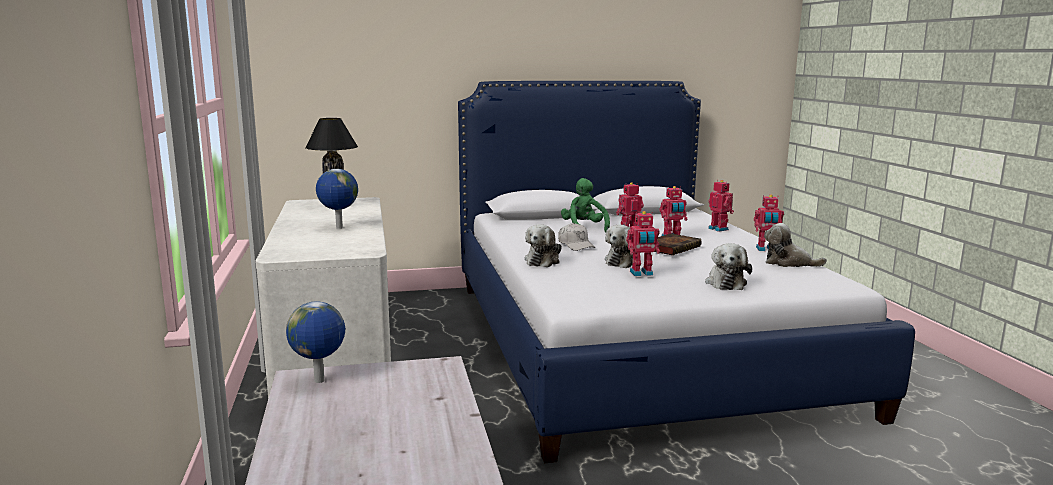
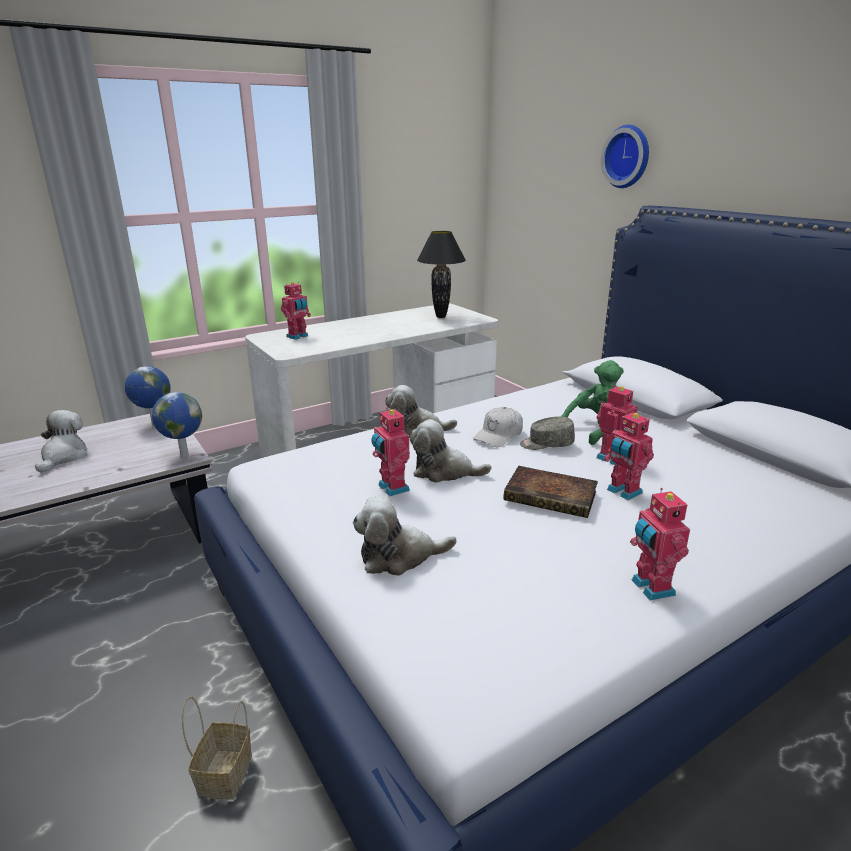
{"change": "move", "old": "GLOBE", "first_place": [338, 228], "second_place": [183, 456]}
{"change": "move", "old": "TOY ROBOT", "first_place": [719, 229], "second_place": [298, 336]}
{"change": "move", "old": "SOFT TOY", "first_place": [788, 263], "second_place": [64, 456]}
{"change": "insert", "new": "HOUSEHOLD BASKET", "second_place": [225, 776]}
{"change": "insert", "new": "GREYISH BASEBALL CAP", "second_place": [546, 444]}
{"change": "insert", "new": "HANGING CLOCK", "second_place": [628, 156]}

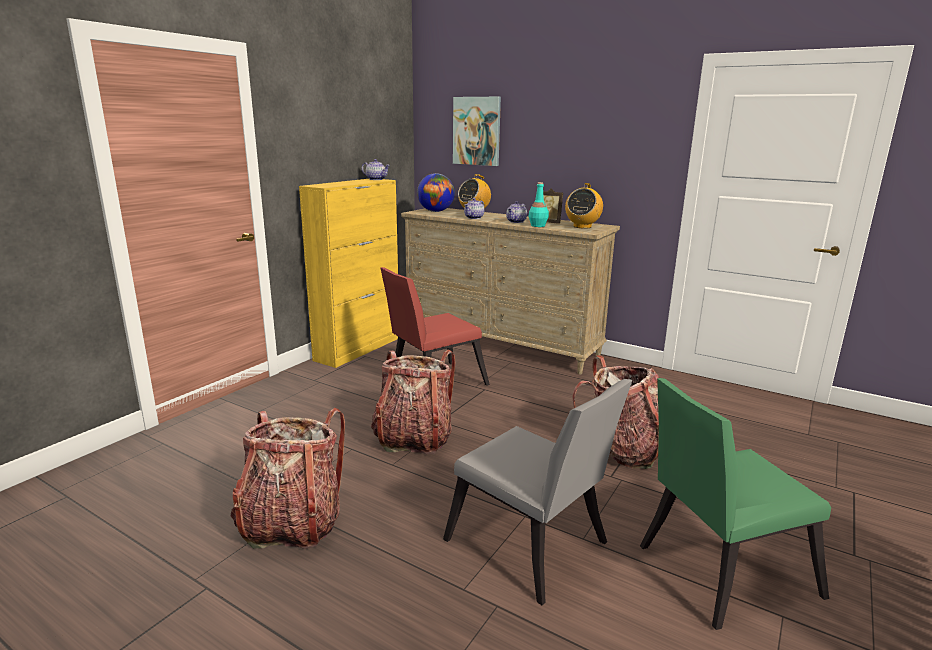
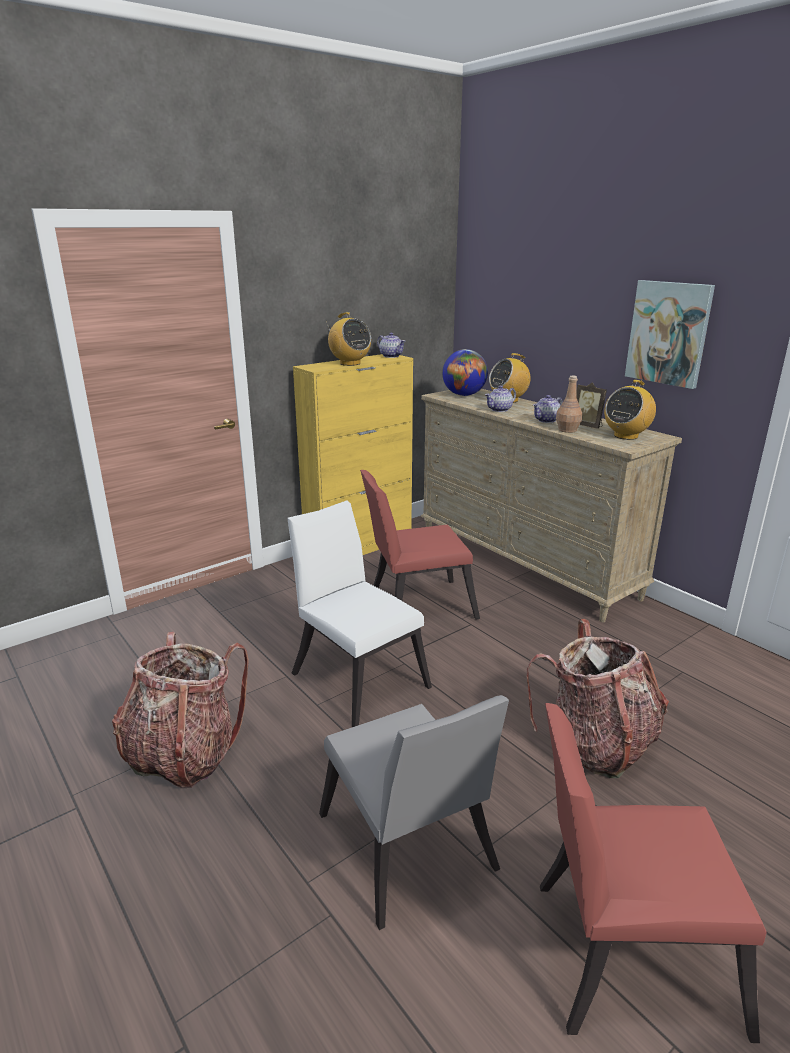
{"change": "replace", "old": "BACKPACK", "new": "WHITE CHAIR", "first_place": [413, 438], "second_place": [356, 676]}
{"change": "move", "old": "PICTURE", "first_place": [477, 131], "second_place": [668, 333]}
{"change": "recolor", "old": "TURQUOISE BEVERAGE BOTTLE", "new": "BROWN-COLOURED BEVERAGE BOTTLE", "first_place": [538, 226], "second_place": [567, 430]}
{"change": "recolor", "old": "GREENISH CHAIR", "new": "RED-COLOURED CHAIR", "first_place": [717, 571], "second_place": [621, 952]}
{"change": "insert", "new": "RADIO RECEIVER", "second_place": [349, 363]}

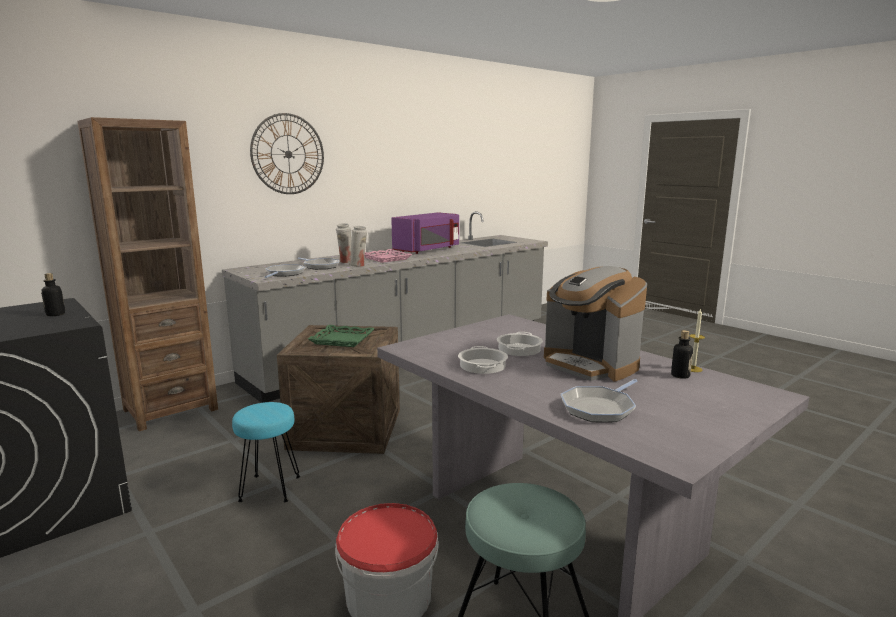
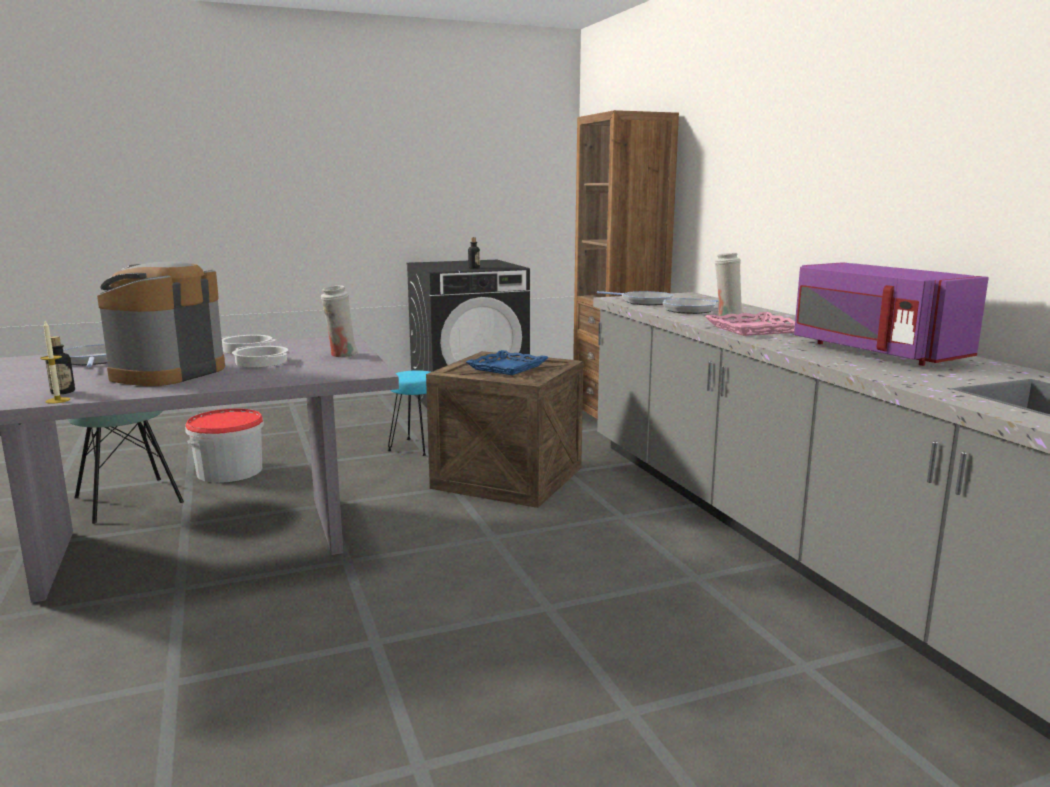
{"change": "delete", "old": "HANGING CLOCK", "first_place": [288, 154]}
{"change": "recolor", "old": "GREENISH SERVING TRAY", "new": "BLUE SERVING TRAY", "first_place": [342, 340], "second_place": [507, 367]}
{"change": "move", "old": "WHITE VASE", "first_place": [358, 265], "second_place": [341, 355]}
{"change": "rotate", "old": "COFFEE BREWER", "first_place": [590, 365], "second_place": [167, 373], "degrees": -45}

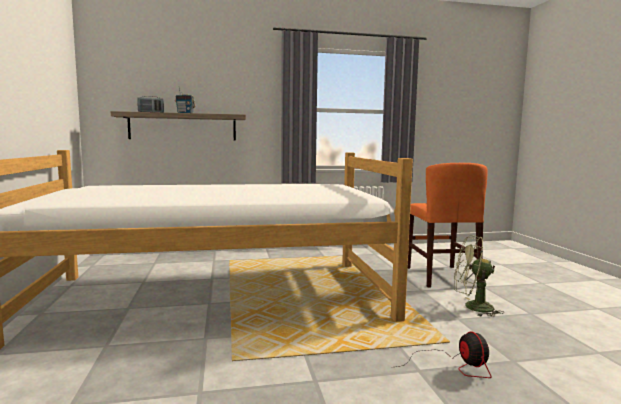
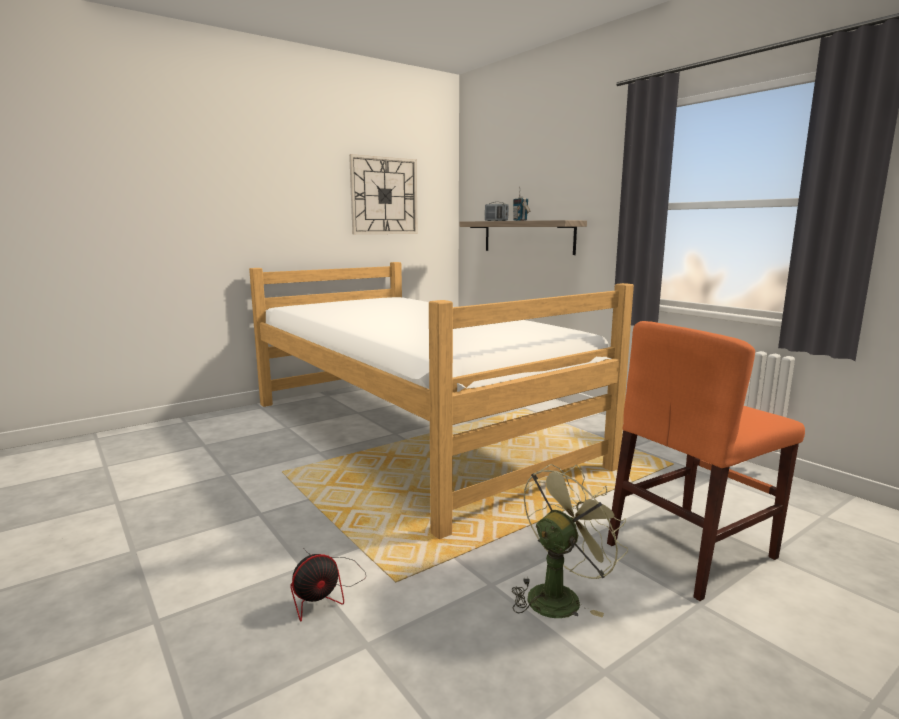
{"change": "rotate", "old": "GREENISH FAN", "first_place": [472, 307], "second_place": [559, 595], "degrees": 60}
{"change": "insert", "new": "HANGING CLOCK", "second_place": [384, 196]}

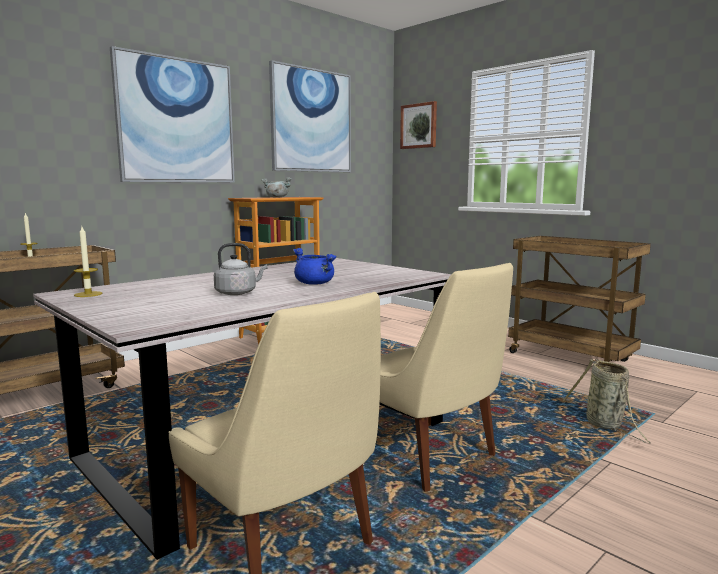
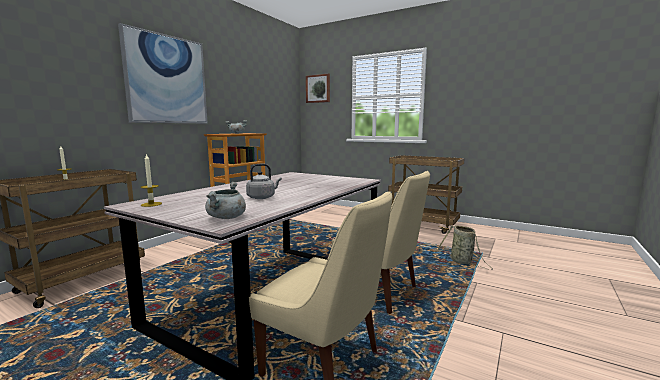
{"change": "delete", "old": "PICTURE", "first_place": [311, 121]}
{"change": "delete", "old": "BLUE SAUCEPOT", "first_place": [315, 284]}
{"change": "insert", "new": "GREYISH SAUCEPOT", "second_place": [226, 218]}

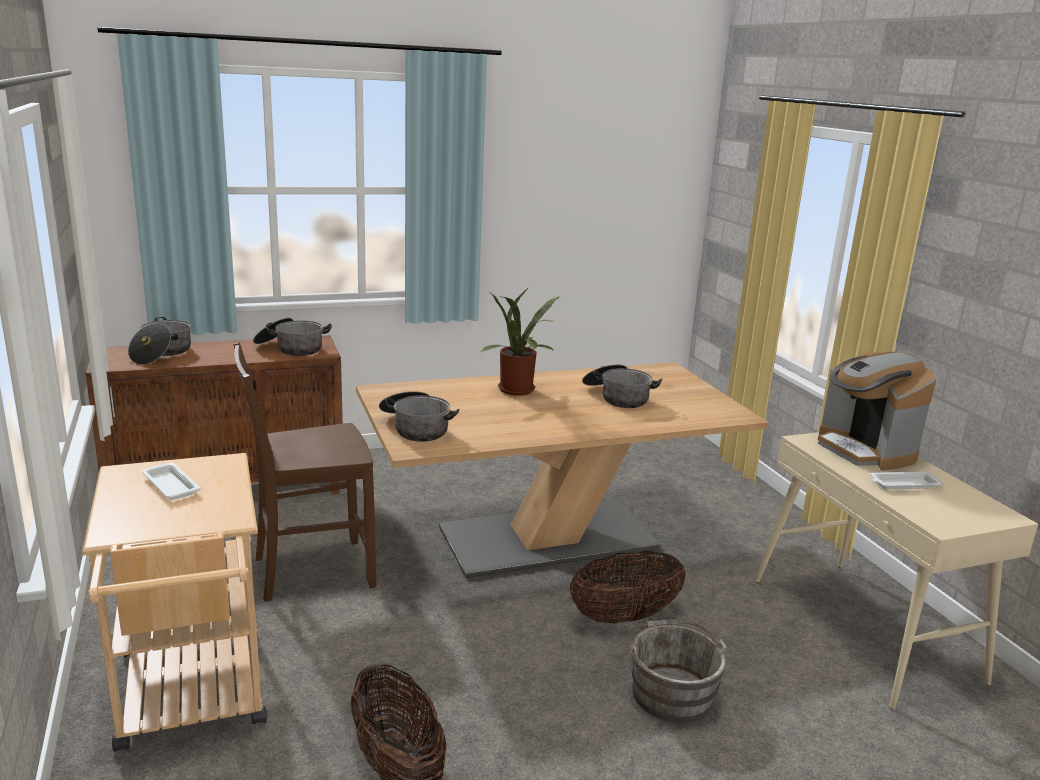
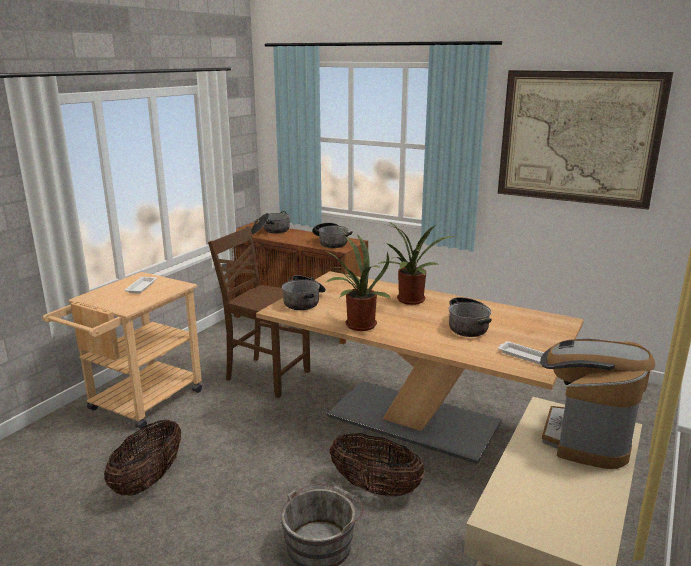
{"change": "move", "old": "WHITE SERVING TRAY", "first_place": [903, 484], "second_place": [523, 355]}
{"change": "insert", "new": "PLANT IN A POT", "second_place": [357, 326]}
{"change": "insert", "new": "PICTURE", "second_place": [577, 138]}

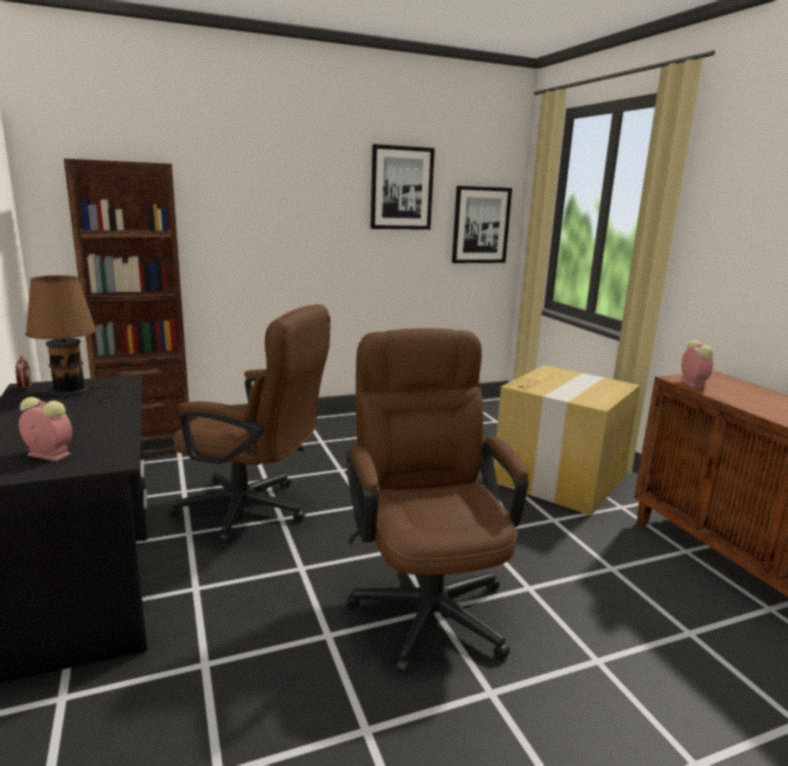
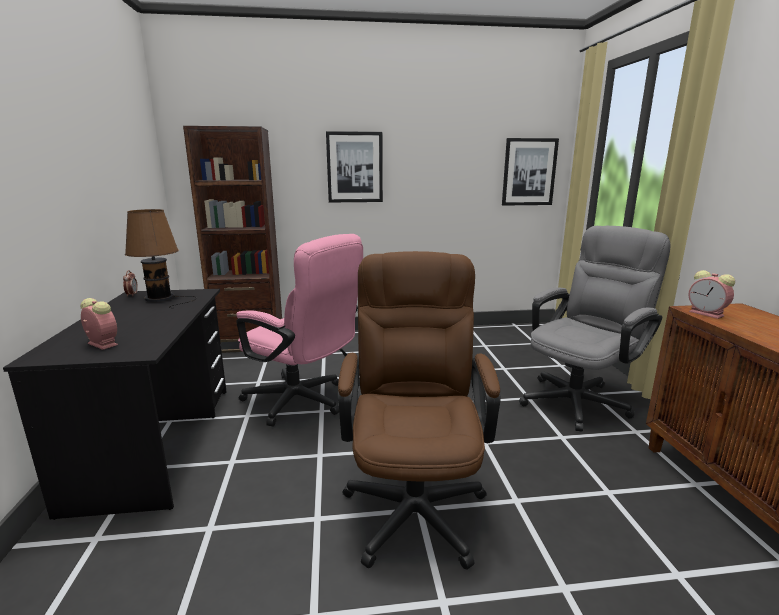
{"change": "recolor", "old": "BROWN-COLOURED OFFICE CHAIR", "new": "PINK OFFICE CHAIR", "first_place": [253, 511], "second_place": [303, 402]}
{"change": "move", "old": "PICTURE", "first_place": [401, 188], "second_place": [354, 167]}
{"change": "replace", "old": "CARDBOARD BOX", "new": "GREYISH OFFICE CHAIR", "first_place": [560, 479], "second_place": [580, 399]}
{"change": "rotate", "old": "TABLE CLOCK", "first_place": [691, 383], "second_place": [707, 314], "degrees": 135}

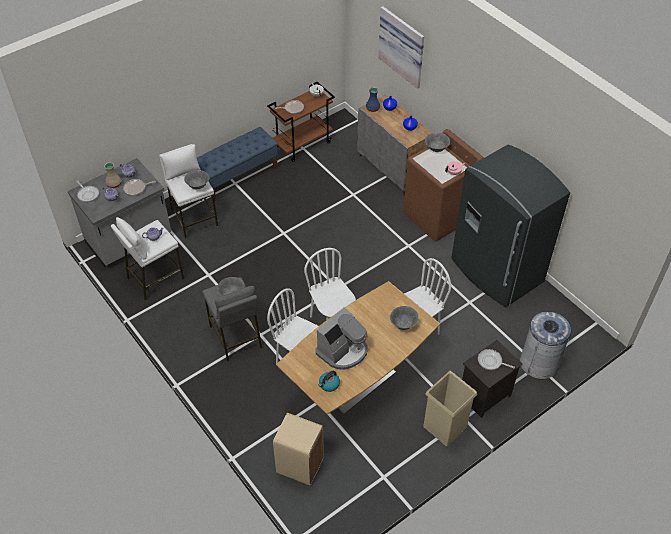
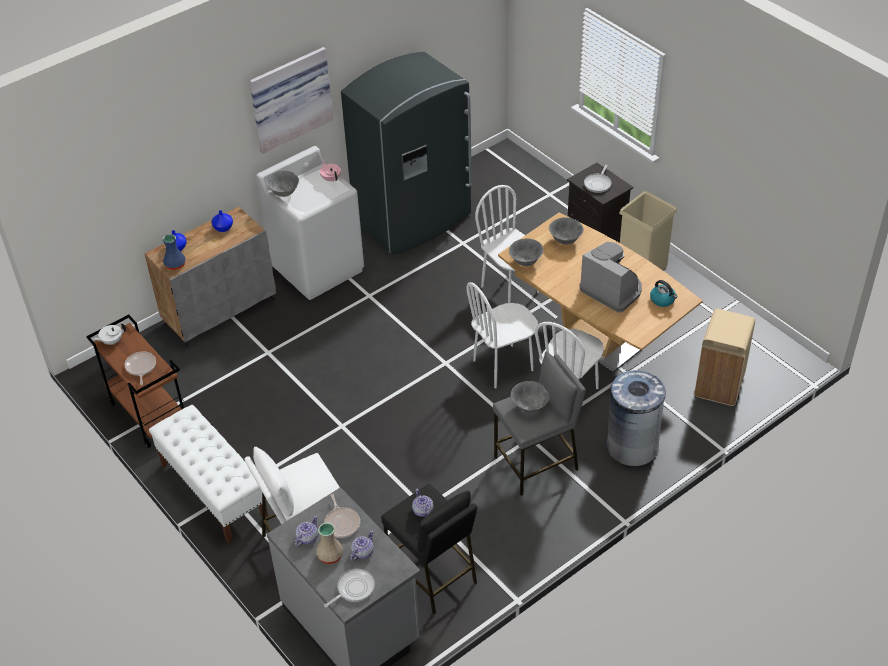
{"change": "recolor", "old": "WHITE SITTING STOOL", "new": "BLACK-COLOURED SITTING STOOL", "first_place": [155, 278], "second_place": [432, 576]}
{"change": "move", "old": "GREYISH DEEP DISH", "first_place": [197, 186], "second_place": [525, 262]}
{"change": "recolor", "old": "BLUE BENCH", "new": "WHITE BENCH", "first_place": [238, 176], "second_place": [213, 491]}
{"change": "move", "old": "PICTURE", "first_place": [403, 46], "second_place": [289, 98]}
{"change": "recolor", "old": "BROWN-COLOURED LAUNDRY MACHINE", "new": "WHITE LAUNDRY MACHINE", "first_place": [438, 216], "second_place": [317, 267]}
{"change": "move", "old": "GREYISH WASTE BIN", "first_place": [539, 363], "second_place": [632, 446]}

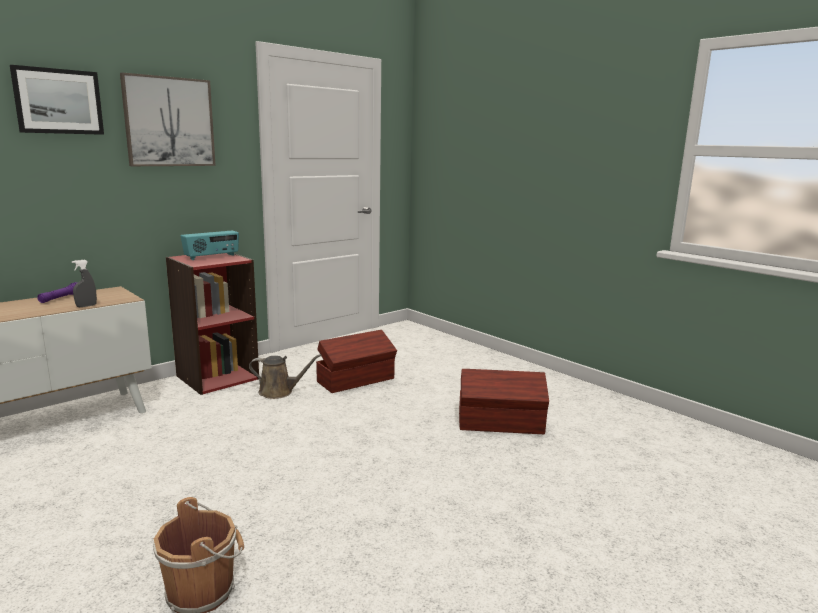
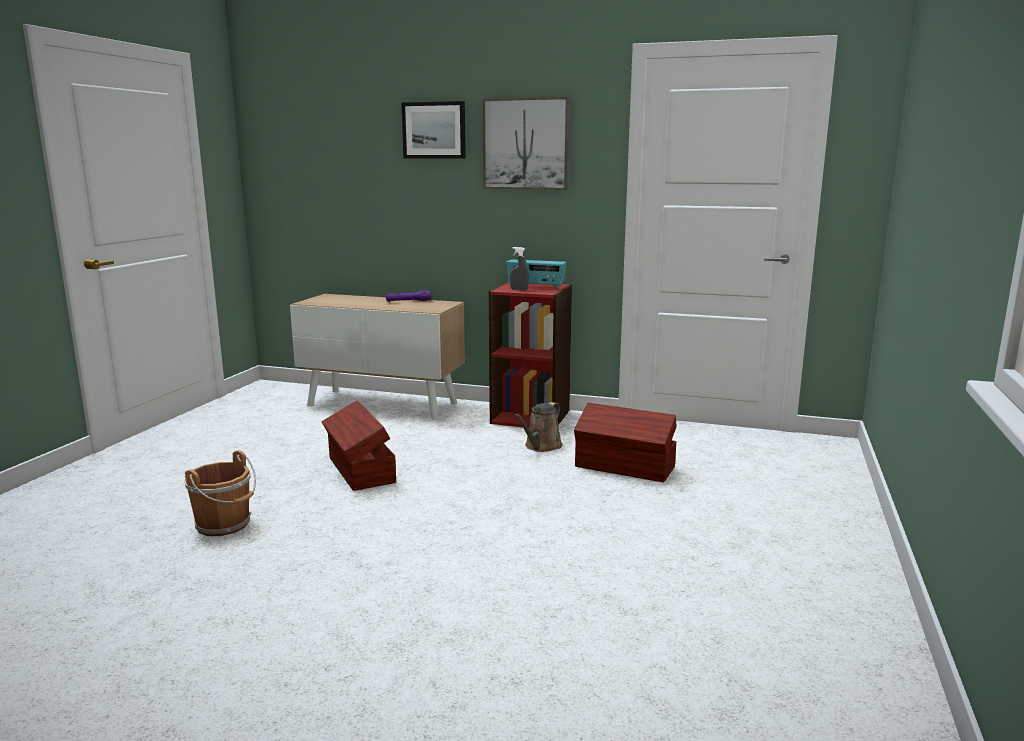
{"change": "move", "old": "GREYISH SPRAY BOTTLE", "first_place": [86, 306], "second_place": [519, 290]}
{"change": "rotate", "old": "BROWN-COLOURED WATERING POT", "first_place": [279, 392], "second_place": [541, 446], "degrees": 60}
{"change": "move", "old": "BROWN-COLOURED STORAGE BIN", "first_place": [501, 424], "second_place": [360, 470]}

